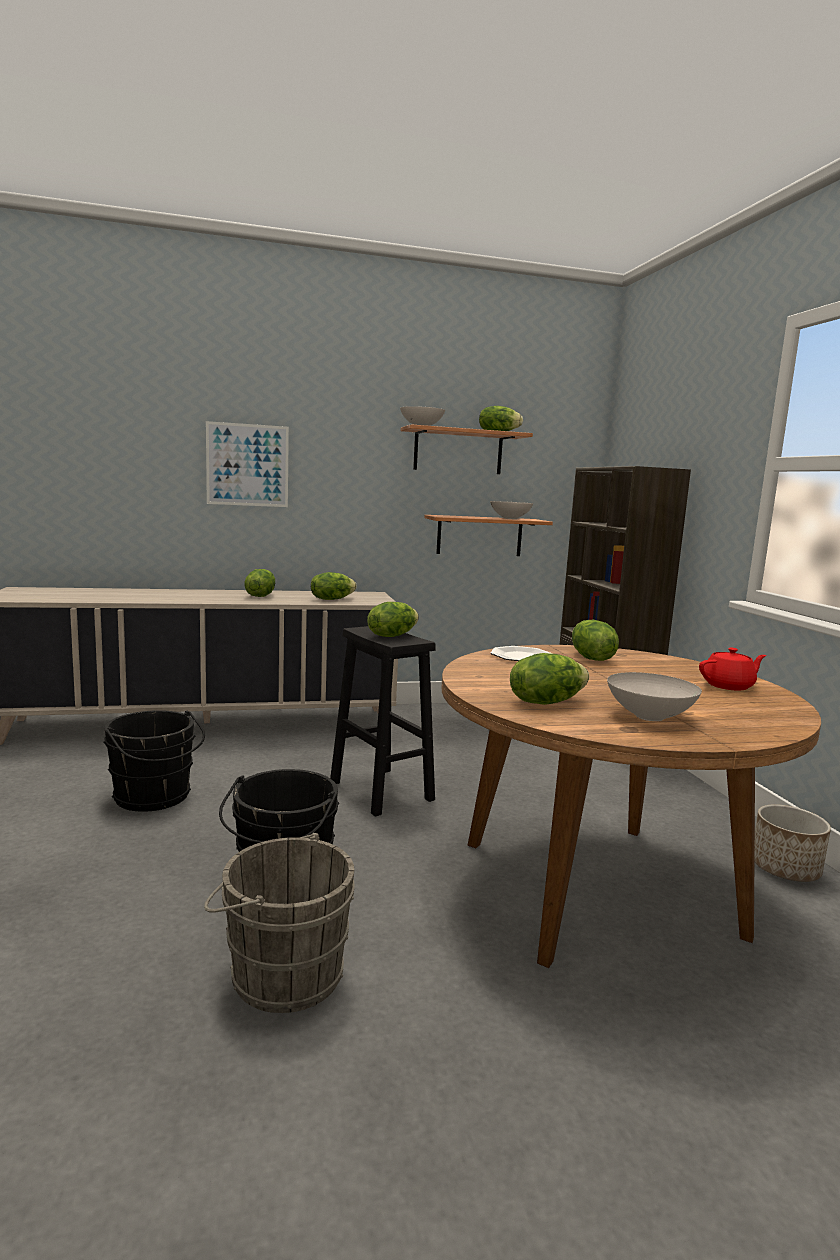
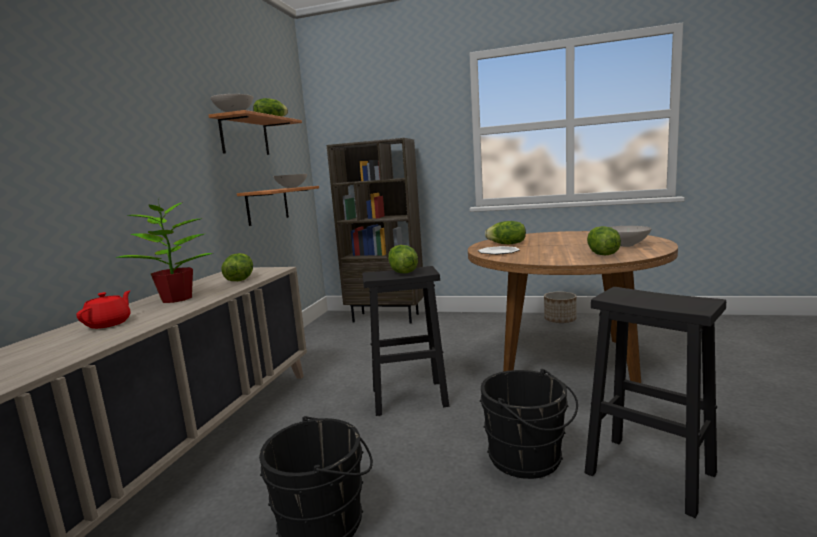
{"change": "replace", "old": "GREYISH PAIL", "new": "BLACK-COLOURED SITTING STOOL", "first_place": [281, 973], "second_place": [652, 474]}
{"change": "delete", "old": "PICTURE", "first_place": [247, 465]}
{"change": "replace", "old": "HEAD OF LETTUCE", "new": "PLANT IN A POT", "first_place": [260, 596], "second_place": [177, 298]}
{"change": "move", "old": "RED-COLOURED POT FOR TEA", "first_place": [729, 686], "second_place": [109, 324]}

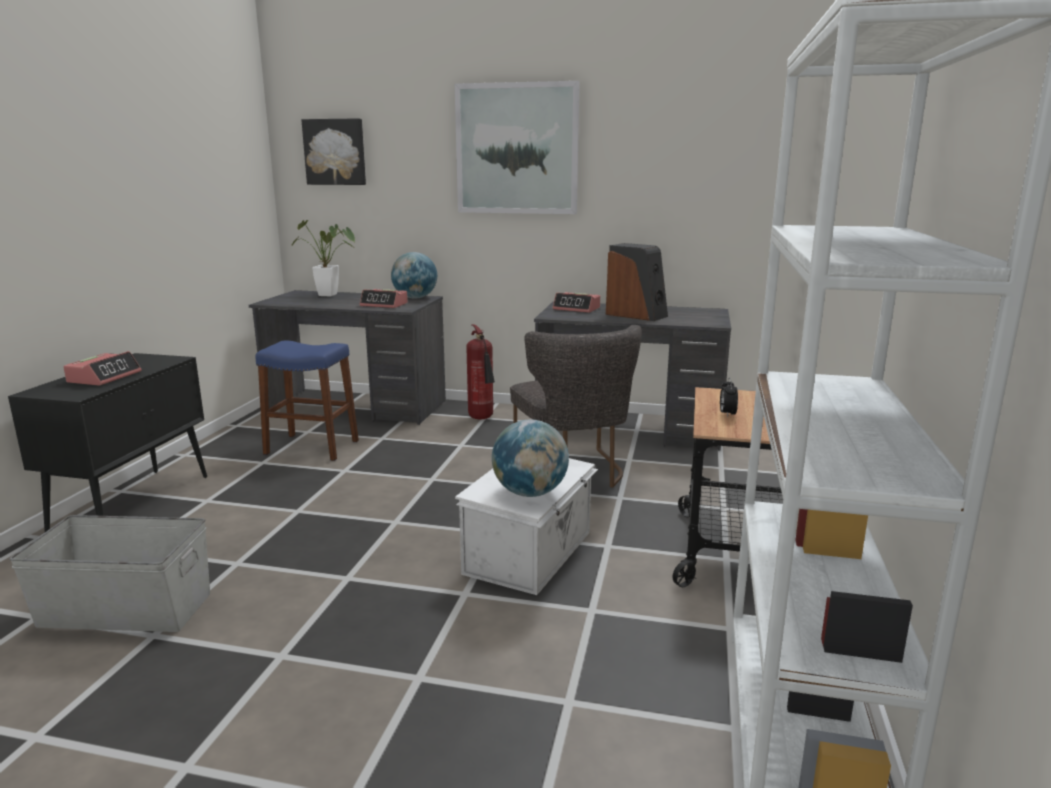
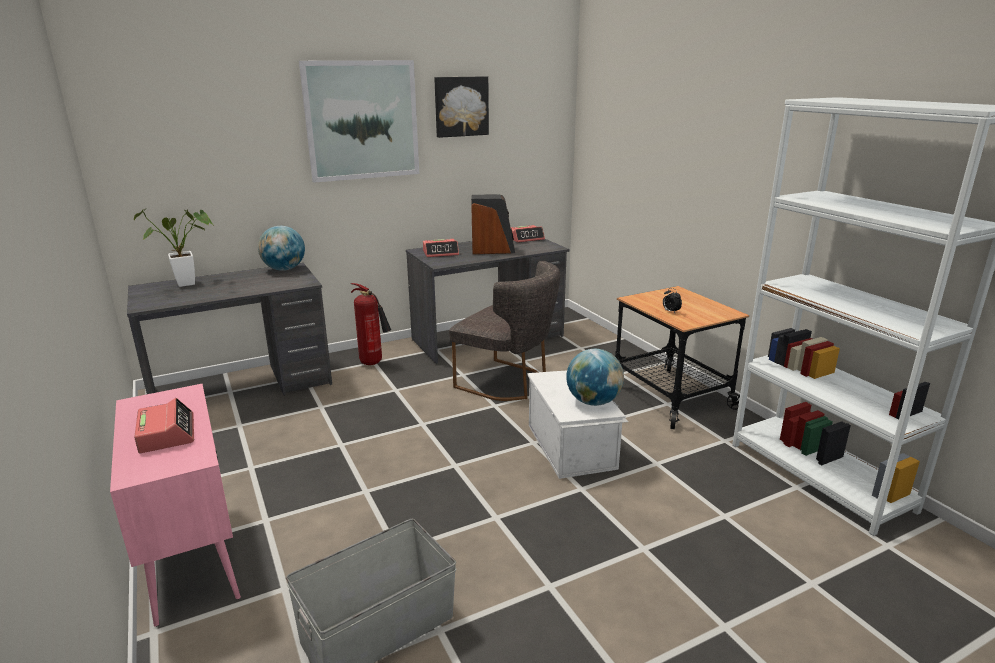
{"change": "recolor", "old": "BLACK-COLOURED STORAGE CABINET", "new": "PINK STORAGE CABINET", "first_place": [134, 502], "second_place": [192, 555]}
{"change": "delete", "old": "BLUE SITTING STOOL", "first_place": [312, 447]}
{"change": "move", "old": "PICTURE", "first_place": [335, 152], "second_place": [461, 106]}
{"change": "move", "old": "TABLE CLOCK", "first_place": [384, 305], "second_place": [526, 238]}

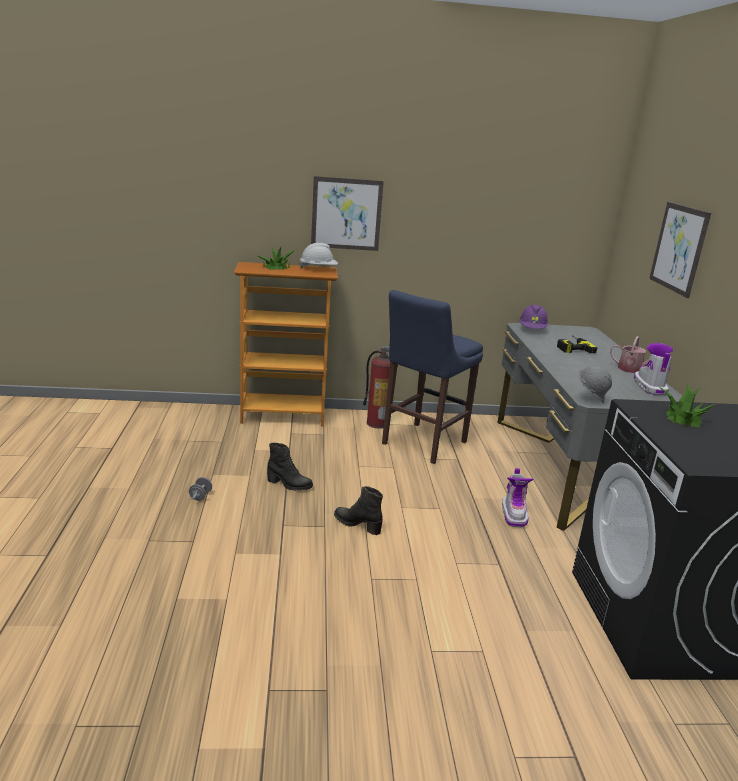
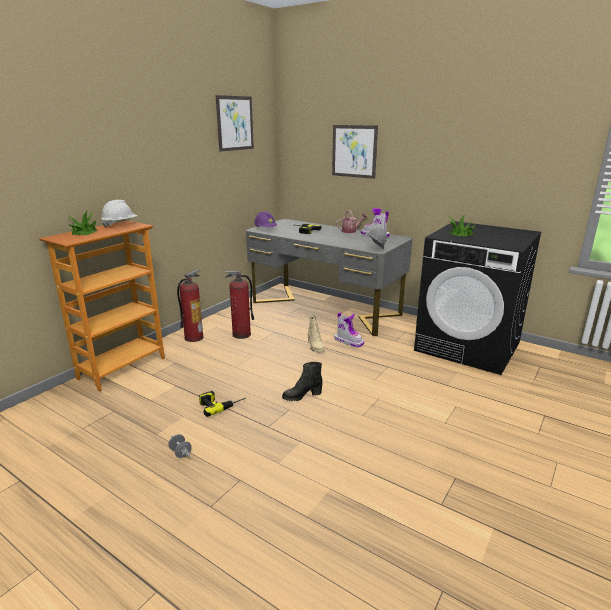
{"change": "replace", "old": "BLACK-COLOURED BOOT", "new": "DRILL", "first_place": [289, 485], "second_place": [221, 403]}
{"change": "move", "old": "PICTURE", "first_place": [346, 214], "second_place": [235, 123]}
{"change": "replace", "old": "BLUE SITTING STOOL", "new": "FIRE-FIGHTING CYLINDER", "first_place": [421, 444], "second_place": [241, 334]}
{"change": "insert", "new": "BEIGE-COLOURED BOOT", "second_place": [315, 347]}

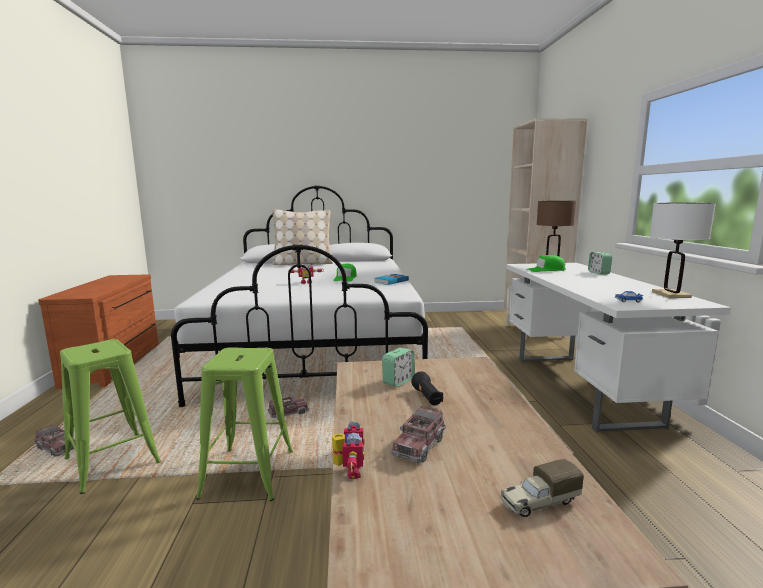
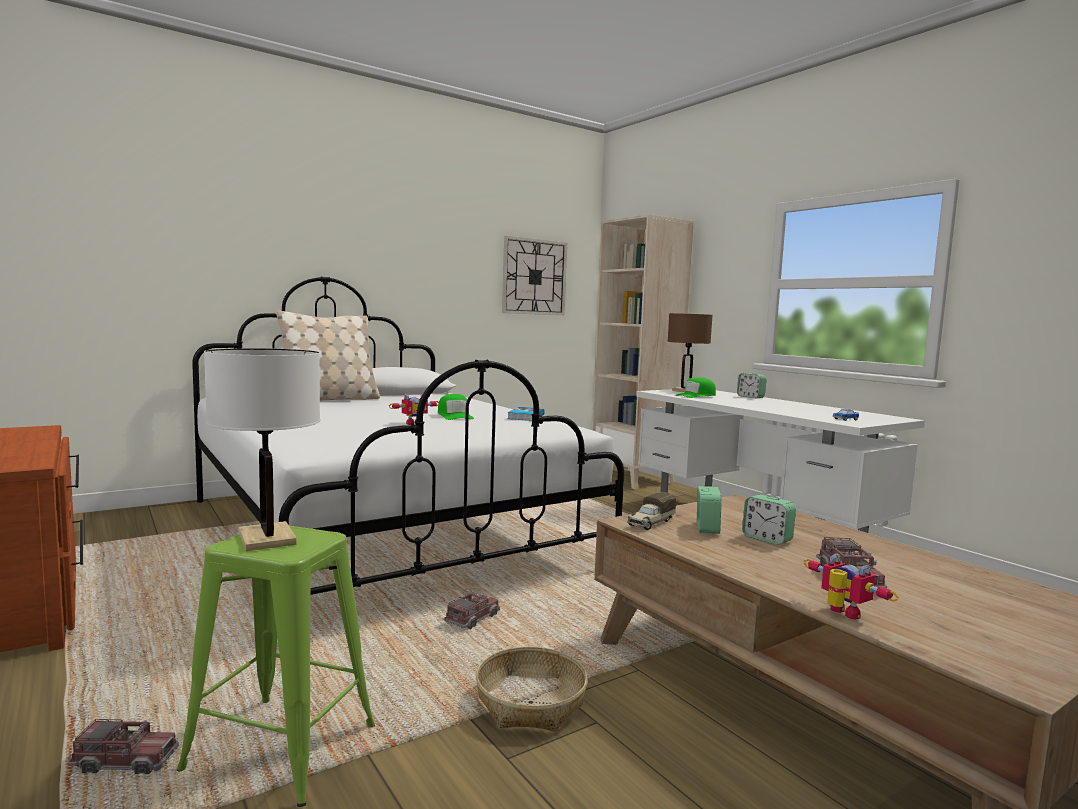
{"change": "replace", "old": "GREENISH SITTING STOOL", "new": "HOUSEHOLD BASKET", "first_place": [248, 474], "second_place": [530, 702]}
{"change": "replace", "old": "BLACK-COLOURED FLASHLIGHT", "new": "TABLE CLOCK", "first_place": [427, 398], "second_place": [767, 539]}
{"change": "move", "old": "MODEL TRUCK", "first_place": [538, 502], "second_place": [650, 523]}
{"change": "move", "old": "WHITE TABLETOP LAMP", "first_place": [671, 295], "second_place": [267, 538]}
{"change": "insert", "new": "HANGING CLOCK", "second_place": [534, 277]}

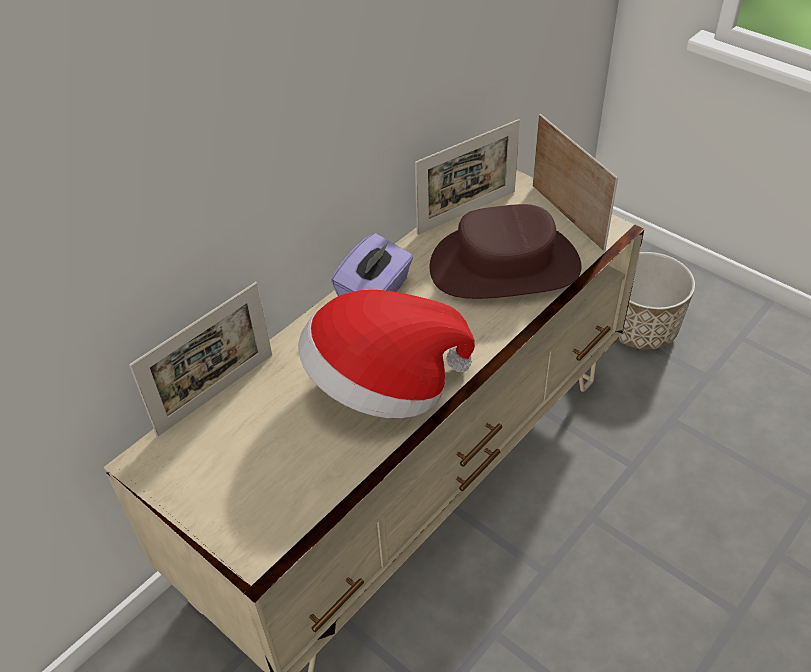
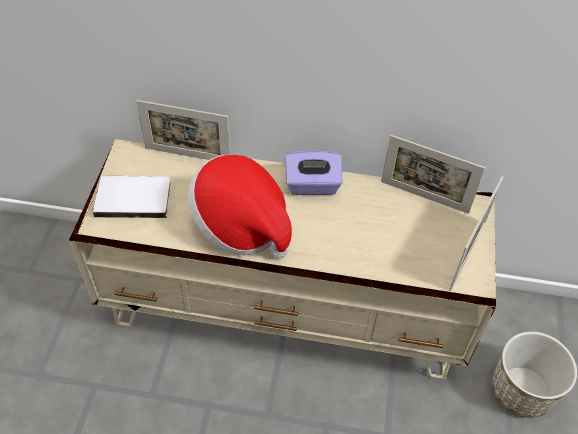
{"change": "delete", "old": "BROWN-COLOURED WEARABLE HAT", "first_place": [504, 267]}
{"change": "insert", "new": "WHITE BOUND BOOK", "second_place": [134, 197]}

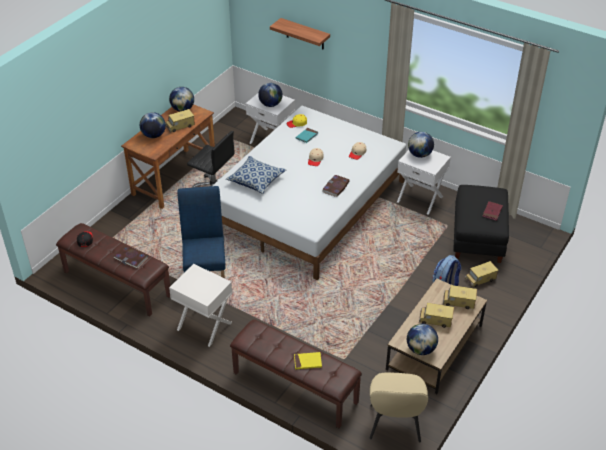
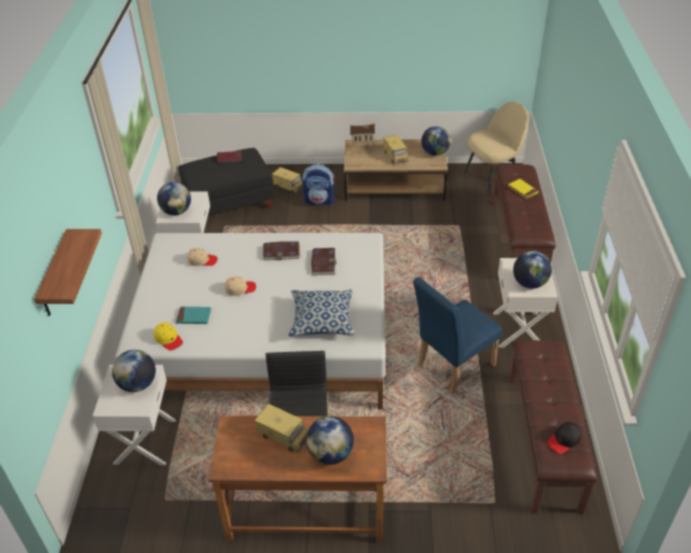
{"change": "move", "old": "BOUND BOOK", "first_place": [131, 258], "second_place": [323, 263]}
{"change": "move", "old": "GLOBE", "first_place": [182, 109], "second_place": [529, 283]}
{"change": "replace", "old": "MODEL TRUCK", "new": "MODEL HOUSE", "first_place": [458, 302], "second_place": [362, 151]}

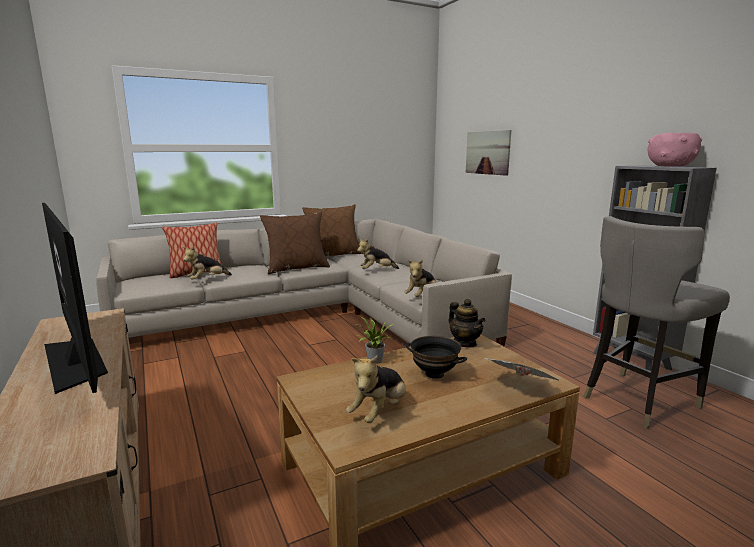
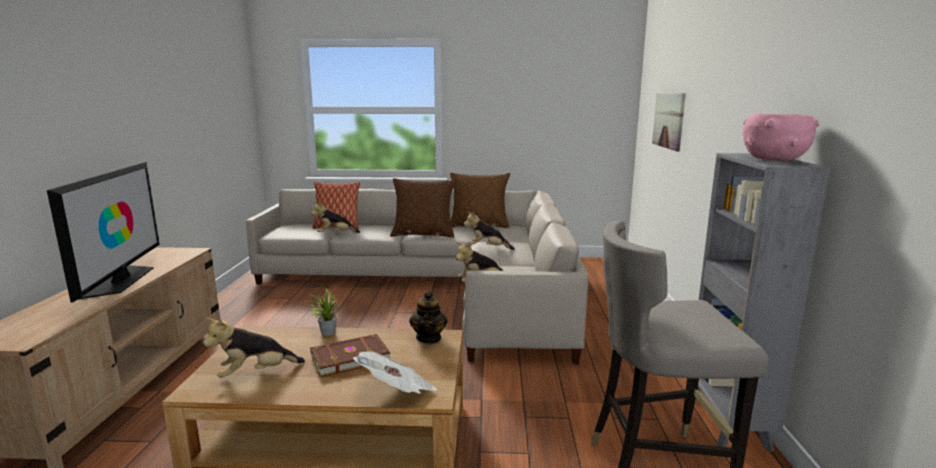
{"change": "replace", "old": "BLACK-COLOURED DEEP DISH", "new": "BROWN-COLOURED BOUND BOOK", "first_place": [434, 374], "second_place": [349, 357]}

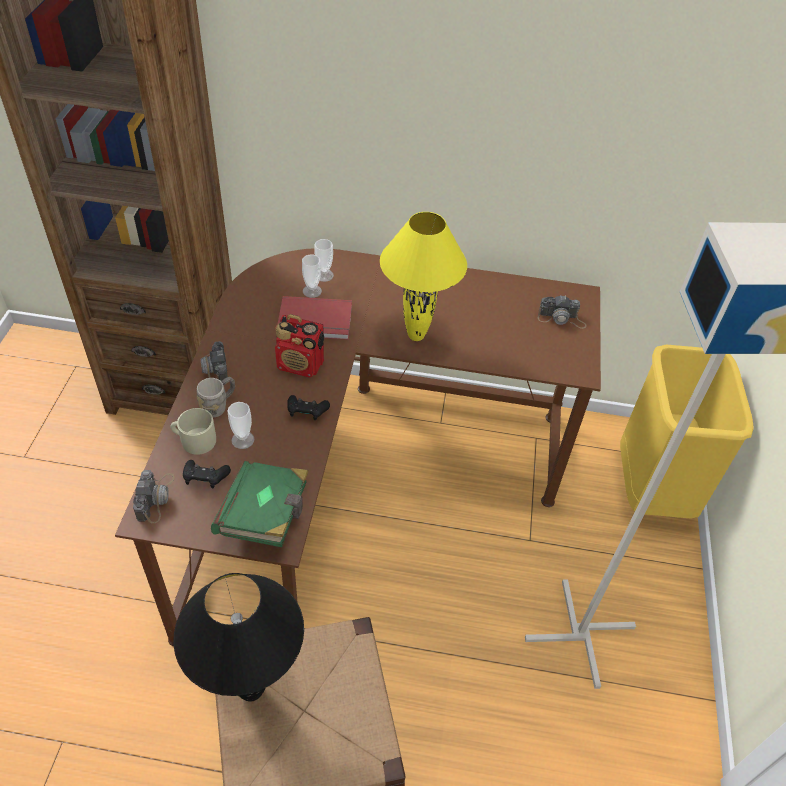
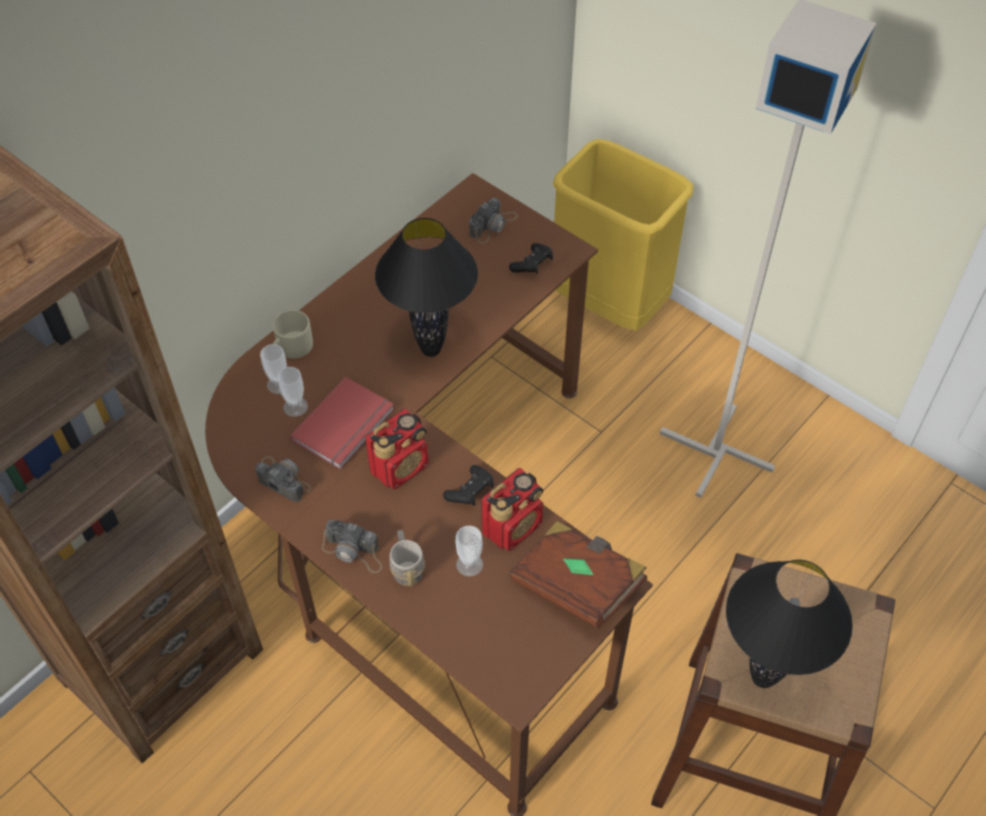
{"change": "move", "old": "PHOTO CAMERA", "first_place": [155, 497], "second_place": [282, 479]}
{"change": "move", "old": "BEIGE-COLOURED MUG", "first_place": [194, 440], "second_place": [291, 347]}
{"change": "move", "old": "BLACK-COLOURED GAME CONTROLLER", "first_place": [205, 479], "second_place": [532, 265]}
{"change": "recolor", "old": "GREENISH BOUND BOOK", "new": "BROWN-COLOURED BOUND BOOK", "first_place": [266, 514], "second_place": [577, 584]}
{"change": "recolor", "old": "YELLOW-COLOURED TABLETOP LAMP", "new": "BLACK-COLOURED TABLETOP LAMP", "first_place": [417, 336], "second_place": [432, 349]}
{"change": "insert", "new": "RADIO RECEIVER", "second_place": [512, 527]}

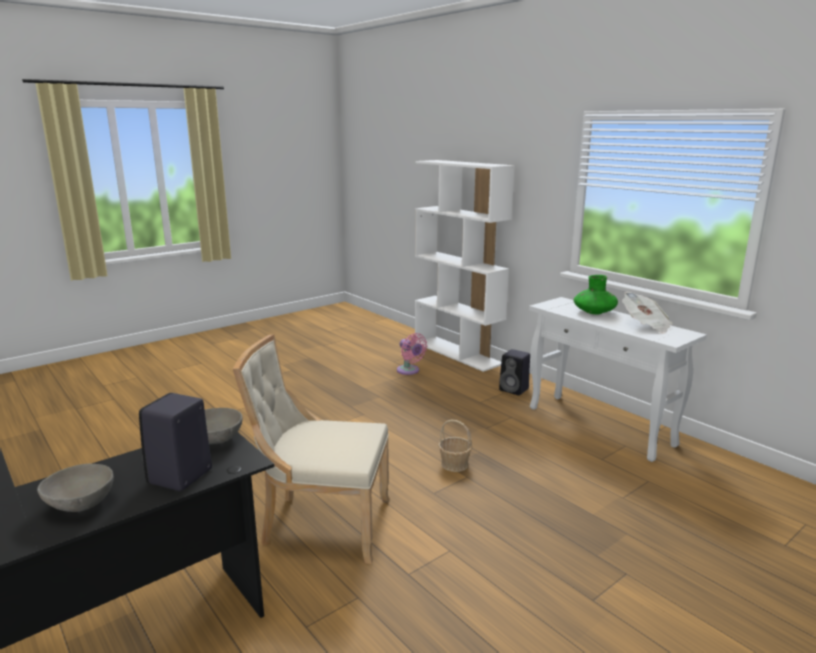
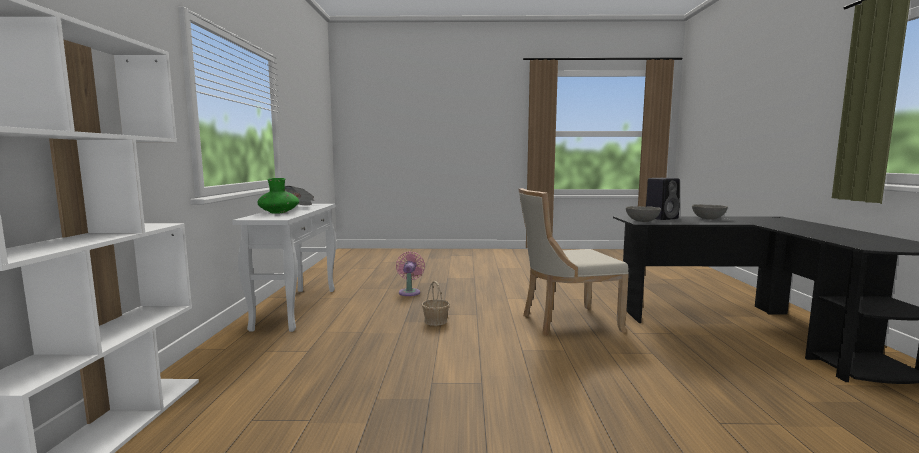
{"change": "rotate", "old": "BEIGE-COLOURED CHAIR", "first_place": [321, 524], "second_place": [566, 322], "degrees": 120}
{"change": "move", "old": "PINK FAN", "first_place": [409, 371], "second_place": [409, 292]}
{"change": "delete", "old": "BLACK-COLOURED SPEAKER", "first_place": [514, 389]}

